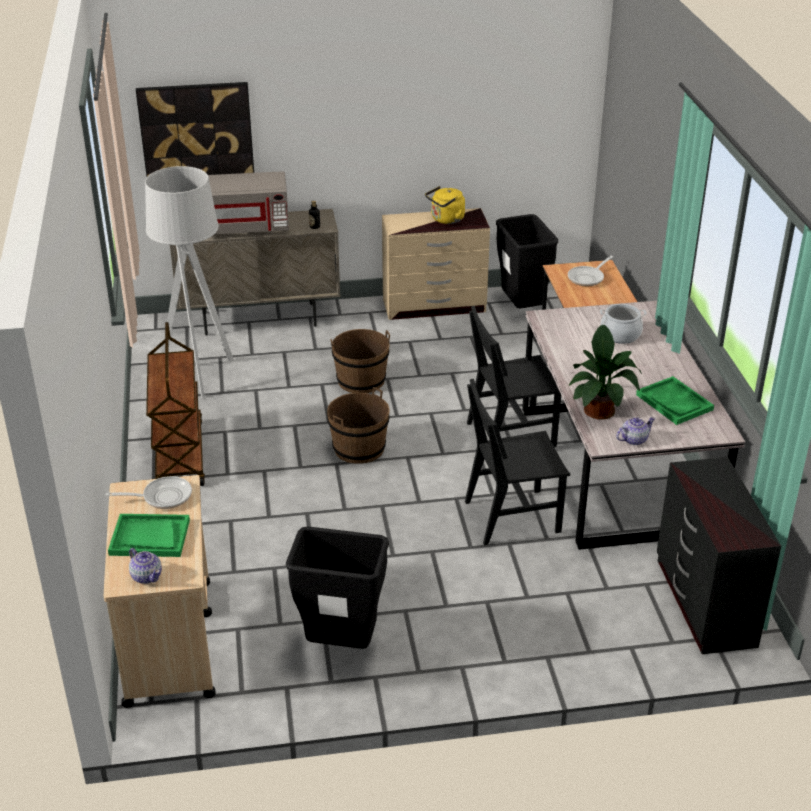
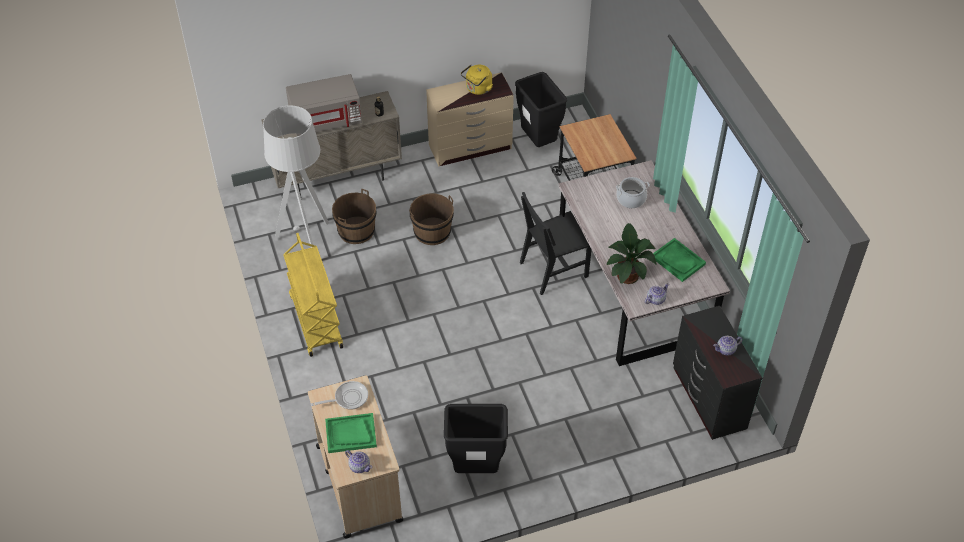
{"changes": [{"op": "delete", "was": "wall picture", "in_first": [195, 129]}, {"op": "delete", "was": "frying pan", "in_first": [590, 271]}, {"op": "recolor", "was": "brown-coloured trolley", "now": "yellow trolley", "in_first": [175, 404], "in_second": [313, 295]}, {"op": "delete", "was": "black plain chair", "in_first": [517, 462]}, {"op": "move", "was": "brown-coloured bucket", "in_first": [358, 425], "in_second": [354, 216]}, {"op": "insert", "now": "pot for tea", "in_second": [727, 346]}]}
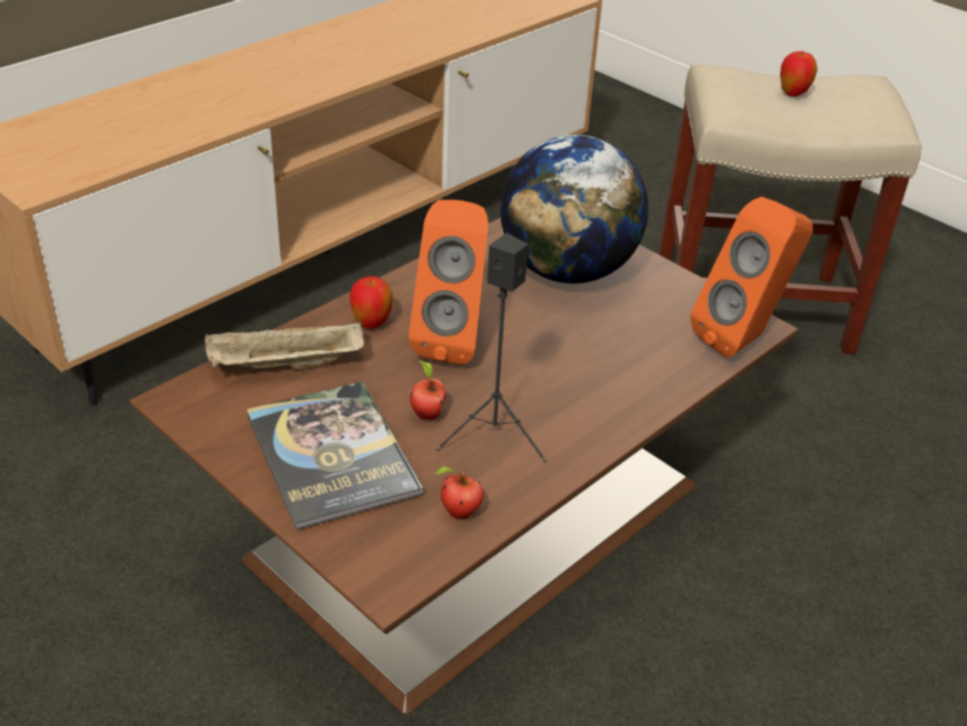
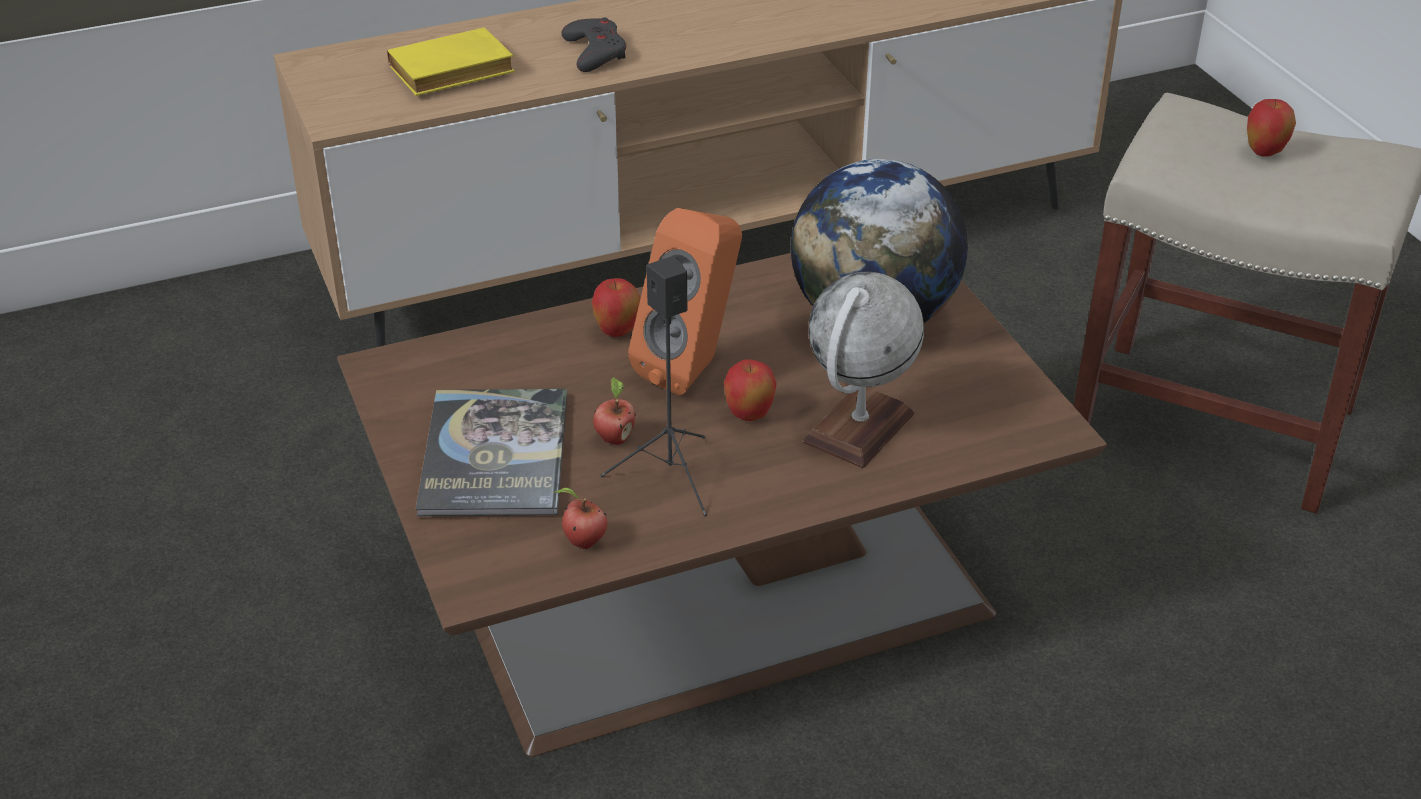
{"changes": [{"op": "delete", "was": "orange-coloured loudspeaker", "in_first": [751, 277]}, {"op": "delete", "was": "beige-coloured carrying tray", "in_first": [284, 346]}, {"op": "insert", "now": "greyish joypad", "in_second": [593, 44]}, {"op": "insert", "now": "yellow bound book", "in_second": [451, 61]}, {"op": "insert", "now": "desk globe", "in_second": [863, 369]}, {"op": "insert", "now": "apple", "in_second": [750, 390]}]}
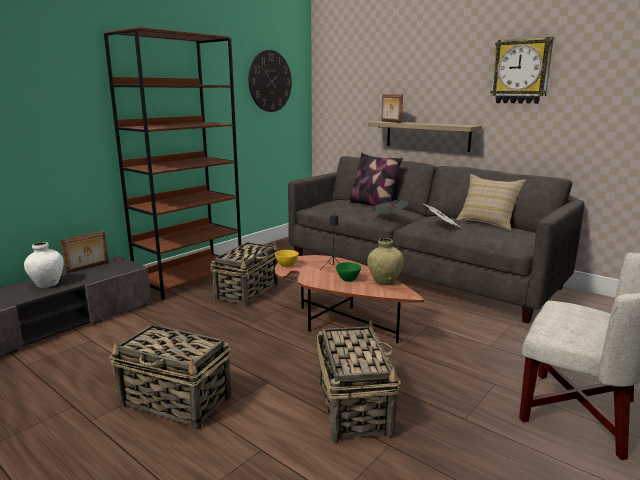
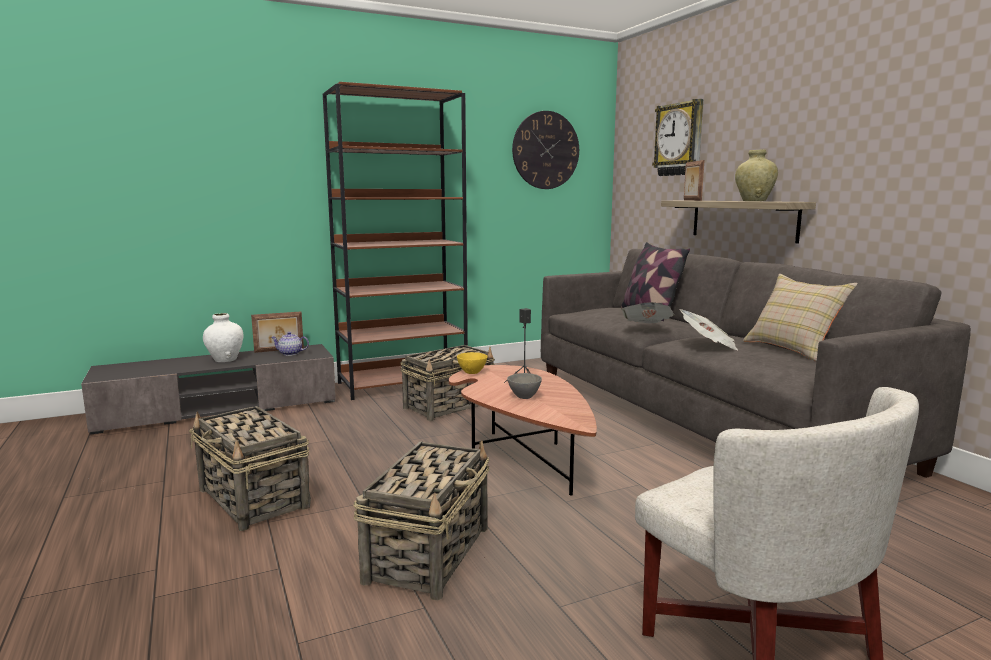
{"changes": [{"op": "move", "was": "clock on the wall", "in_first": [522, 70], "in_second": [677, 137]}, {"op": "move", "was": "beige-coloured decorative vase", "in_first": [385, 261], "in_second": [756, 175]}, {"op": "recolor", "was": "green serving bowl", "now": "greyish serving bowl", "in_first": [348, 272], "in_second": [524, 386]}, {"op": "insert", "now": "pot for tea", "in_second": [290, 344]}]}
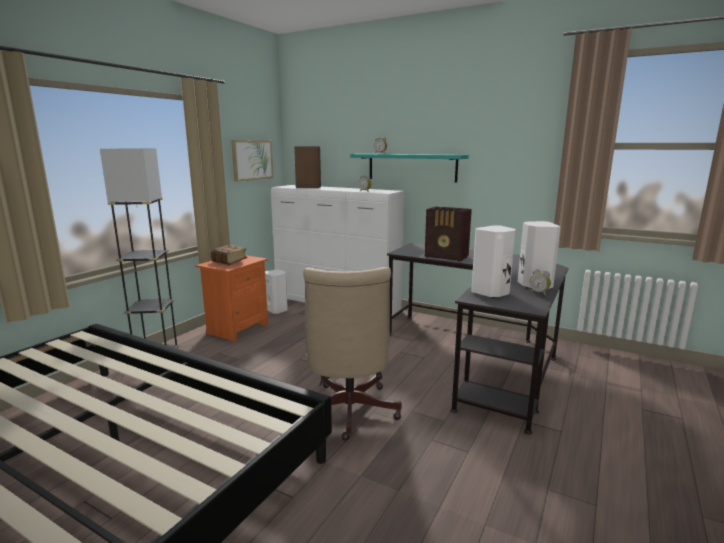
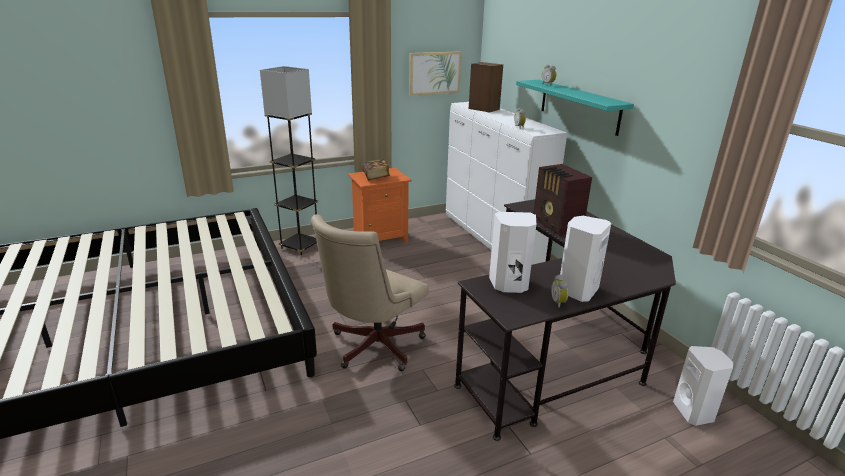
{"changes": [{"op": "move", "was": "white loudspeaker", "in_first": [276, 292], "in_second": [703, 386]}]}
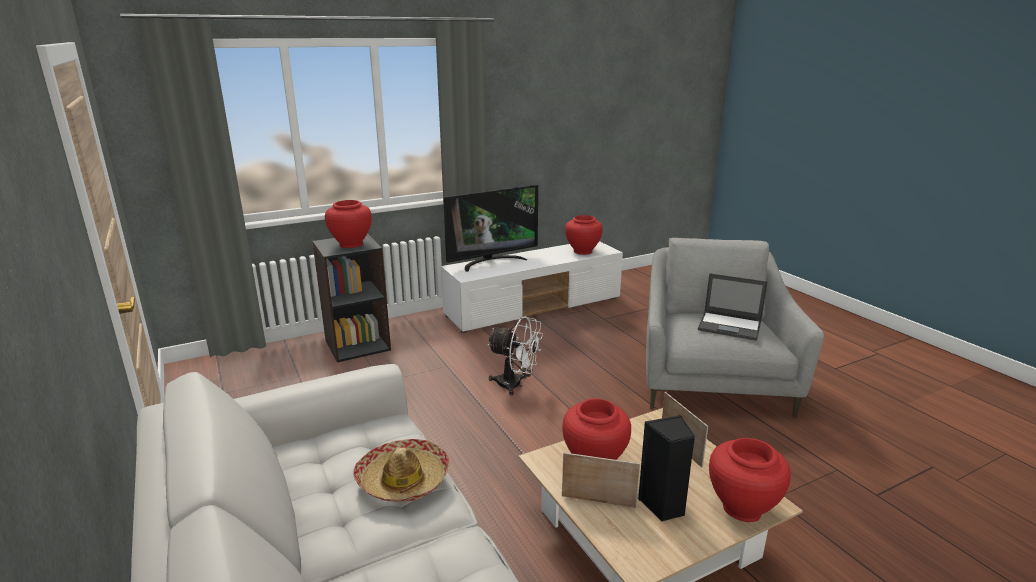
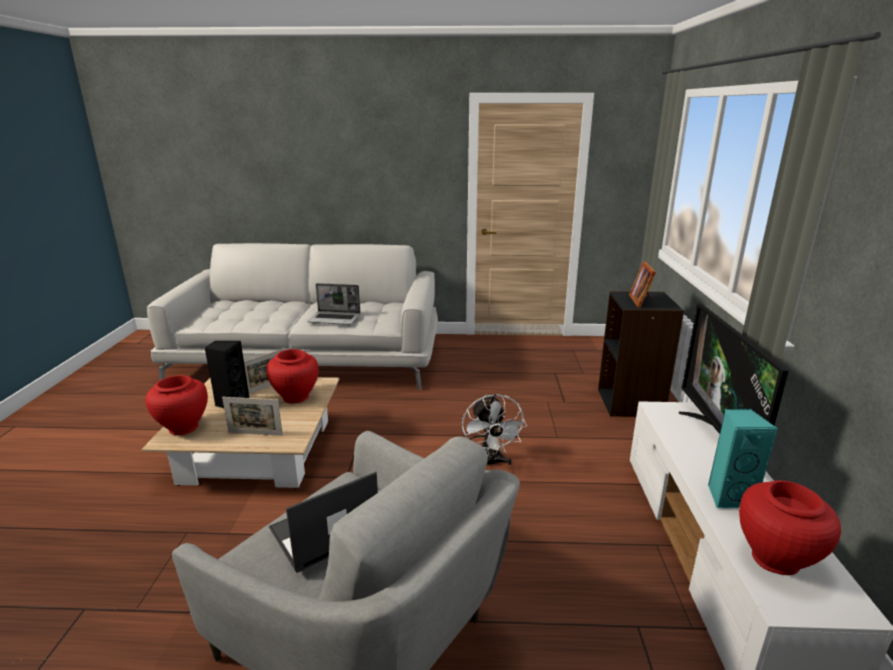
{"changes": [{"op": "replace", "was": "red-coloured decorative vase", "now": "photo frame", "in_first": [348, 224], "in_second": [642, 284]}, {"op": "rotate", "was": "white fan", "in_first": [515, 356], "in_second": [494, 431], "clockwise": -60}, {"op": "replace", "was": "clothing hat", "now": "laptop", "in_first": [401, 470], "in_second": [333, 304]}, {"op": "insert", "now": "blue-green loudspeaker", "in_second": [743, 459]}]}
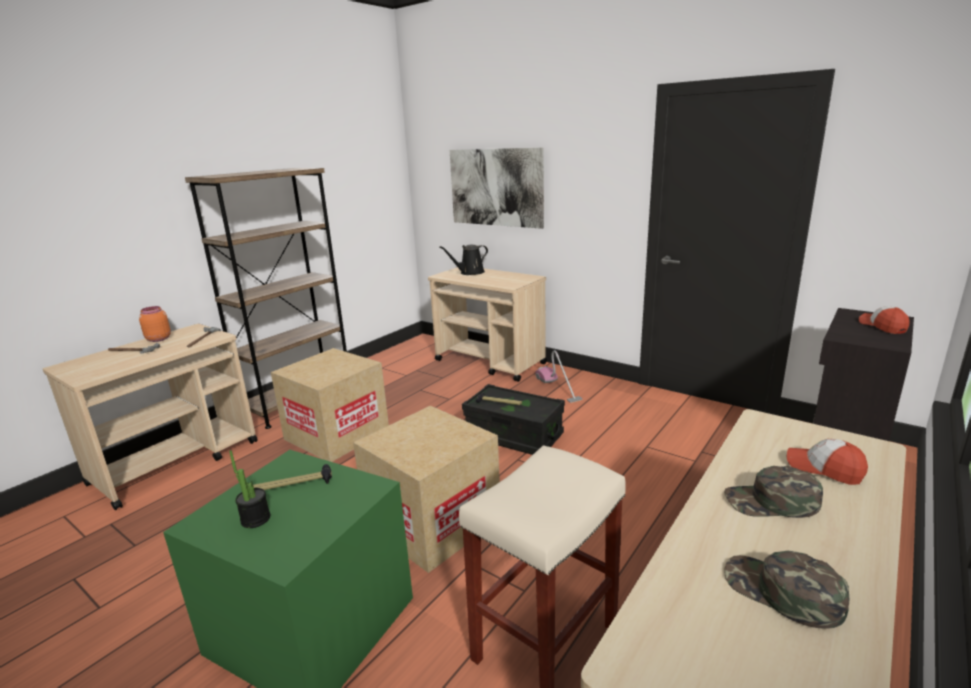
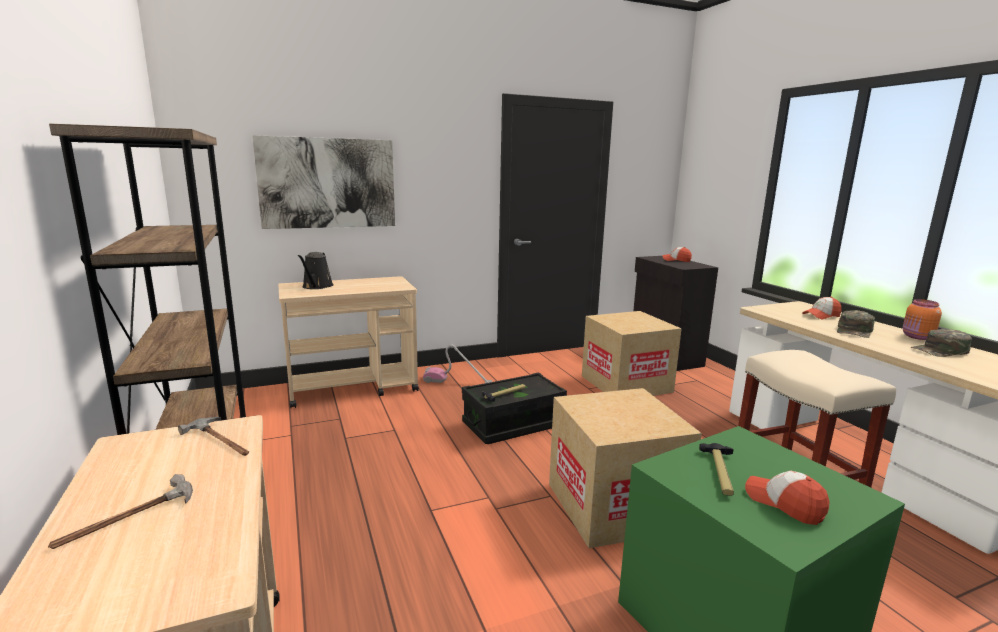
{"changes": [{"op": "move", "was": "orange-coloured jar", "in_first": [155, 324], "in_second": [922, 319]}, {"op": "move", "was": "carton", "in_first": [330, 405], "in_second": [632, 353]}, {"op": "replace", "was": "potted plant", "now": "cap", "in_first": [249, 489], "in_second": [787, 497]}]}
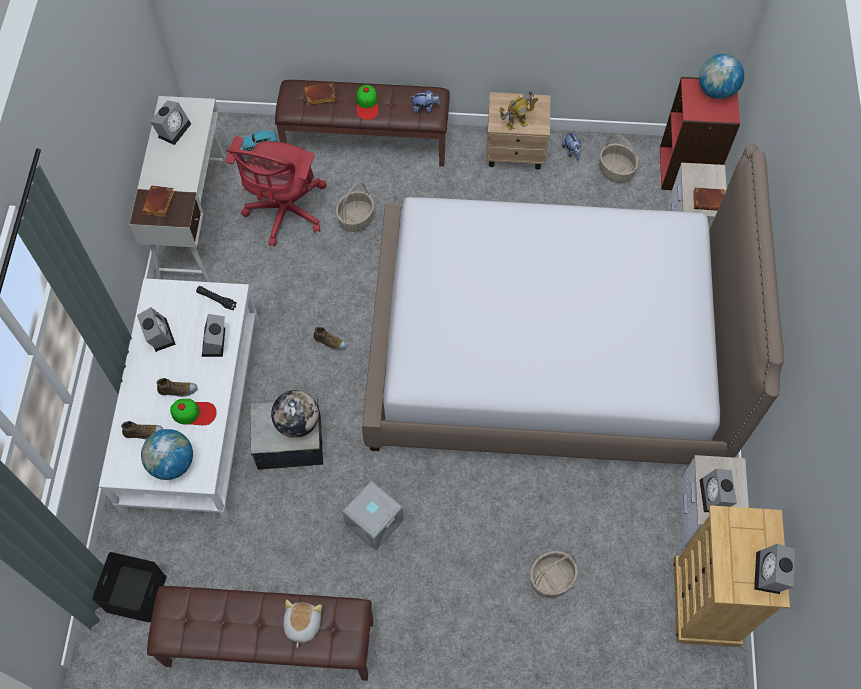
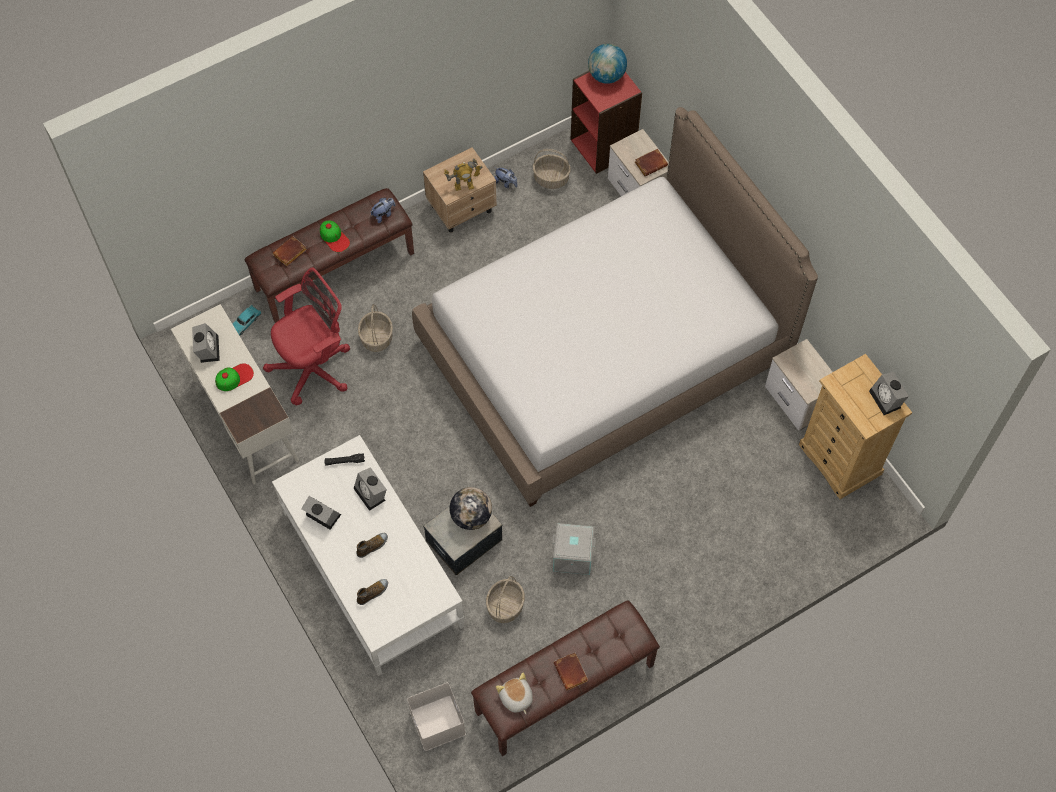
{"changes": [{"op": "rotate", "was": "toy robot", "in_first": [518, 110], "in_second": [463, 174], "clockwise": 45}, {"op": "rotate", "was": "red-coloured desk chair", "in_first": [276, 191], "in_second": [306, 336], "clockwise": -105}, {"op": "move", "was": "brown-coloured bound book", "in_first": [158, 201], "in_second": [570, 671]}, {"op": "delete", "was": "shoe", "in_first": [330, 338]}, {"op": "move", "was": "cap", "in_first": [193, 412], "in_second": [234, 377]}, {"op": "delete", "was": "desk globe", "in_first": [167, 454]}, {"op": "delete", "was": "bedside clock", "in_first": [718, 490]}, {"op": "move", "was": "storage basket", "in_first": [554, 574], "in_second": [505, 599]}, {"op": "recolor", "was": "black storage bin", "now": "white storage bin", "in_first": [129, 587], "in_second": [436, 717]}, {"op": "move", "was": "cuddly toy", "in_first": [302, 624], "in_second": [514, 693]}]}
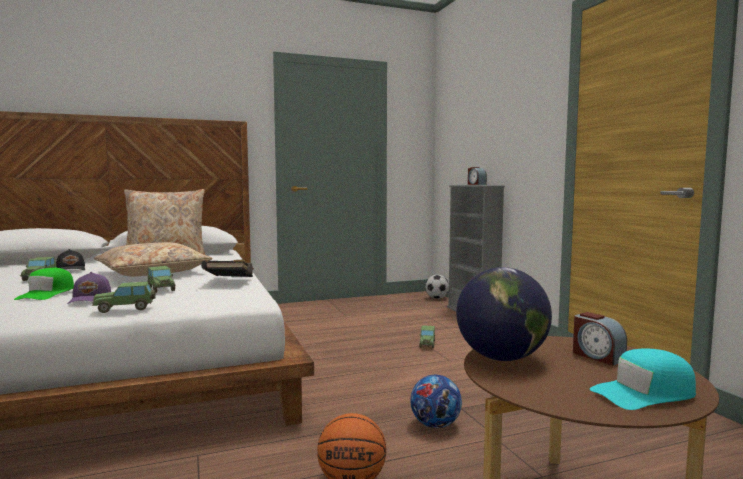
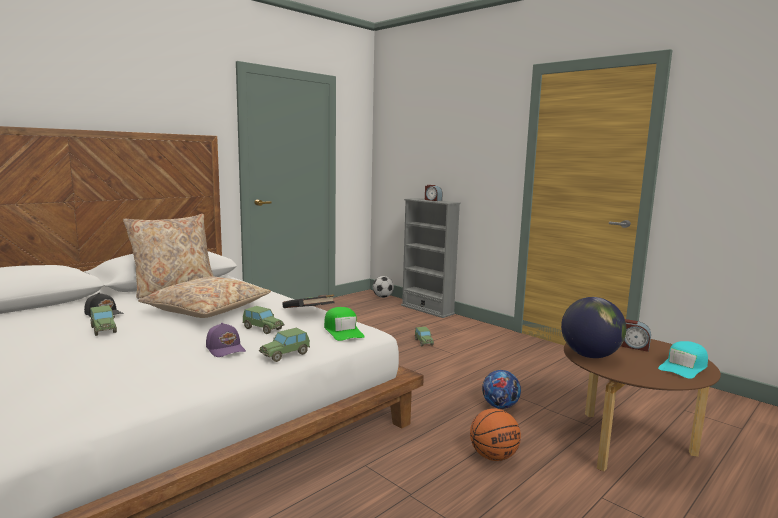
{"changes": [{"op": "move", "was": "green cap", "in_first": [44, 284], "in_second": [344, 324]}]}
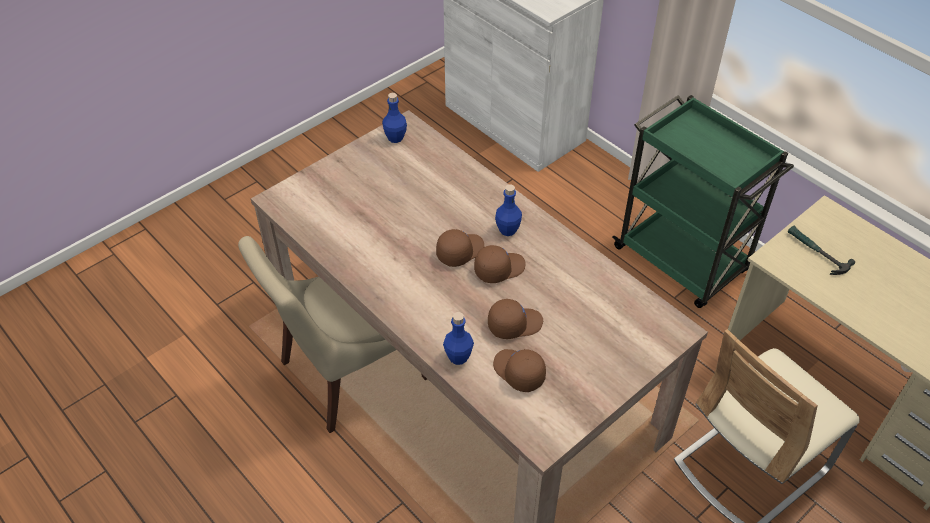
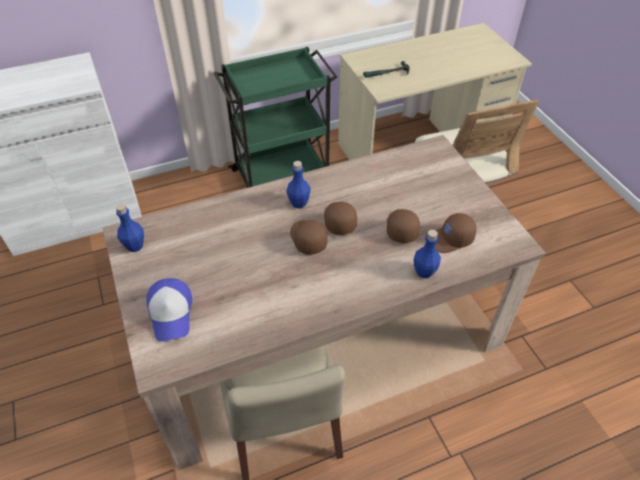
{"changes": [{"op": "insert", "now": "cap", "in_second": [169, 310]}]}
